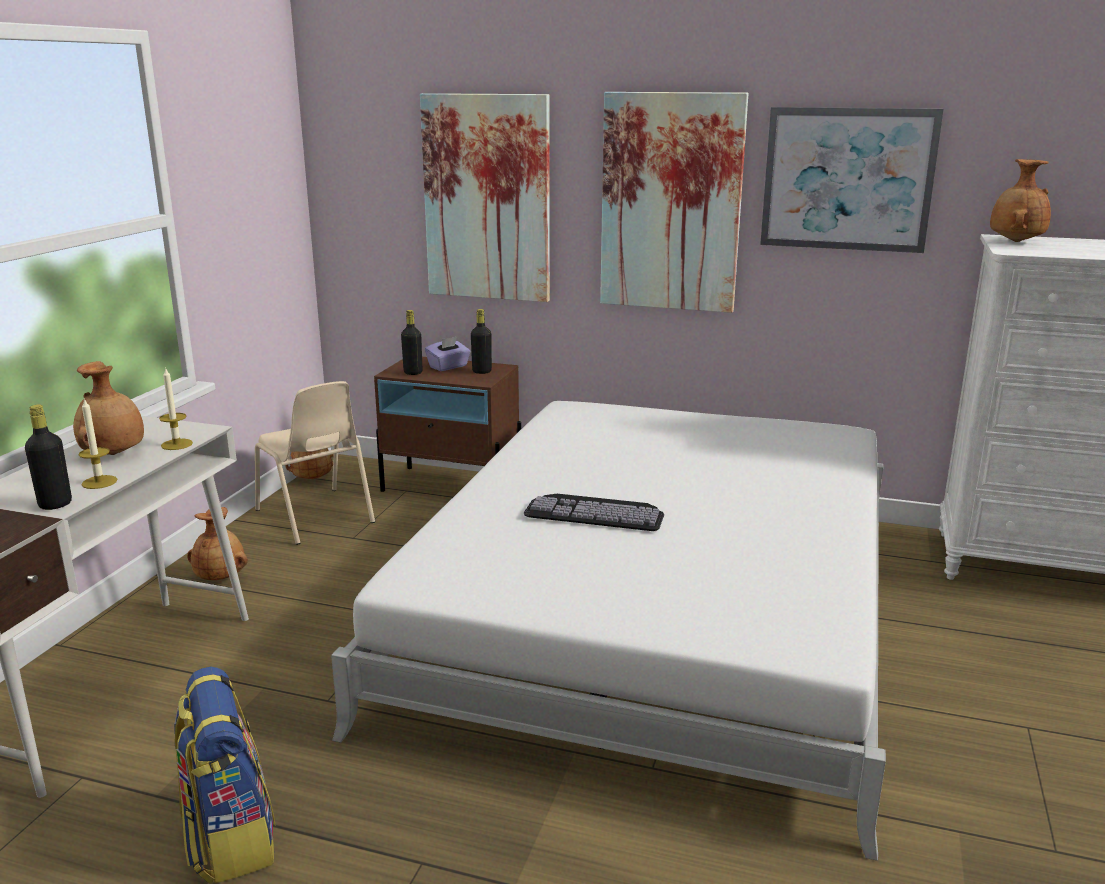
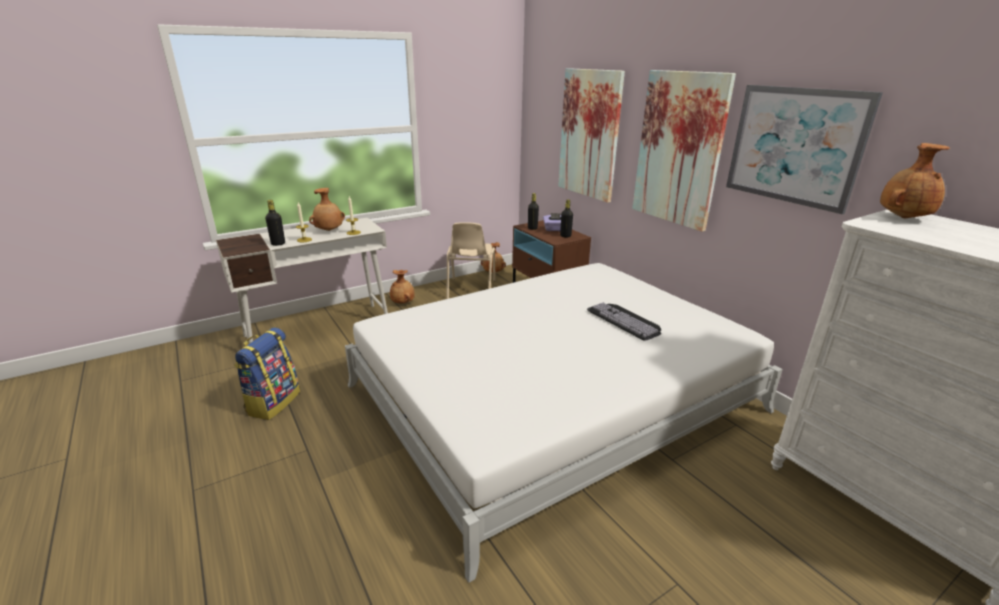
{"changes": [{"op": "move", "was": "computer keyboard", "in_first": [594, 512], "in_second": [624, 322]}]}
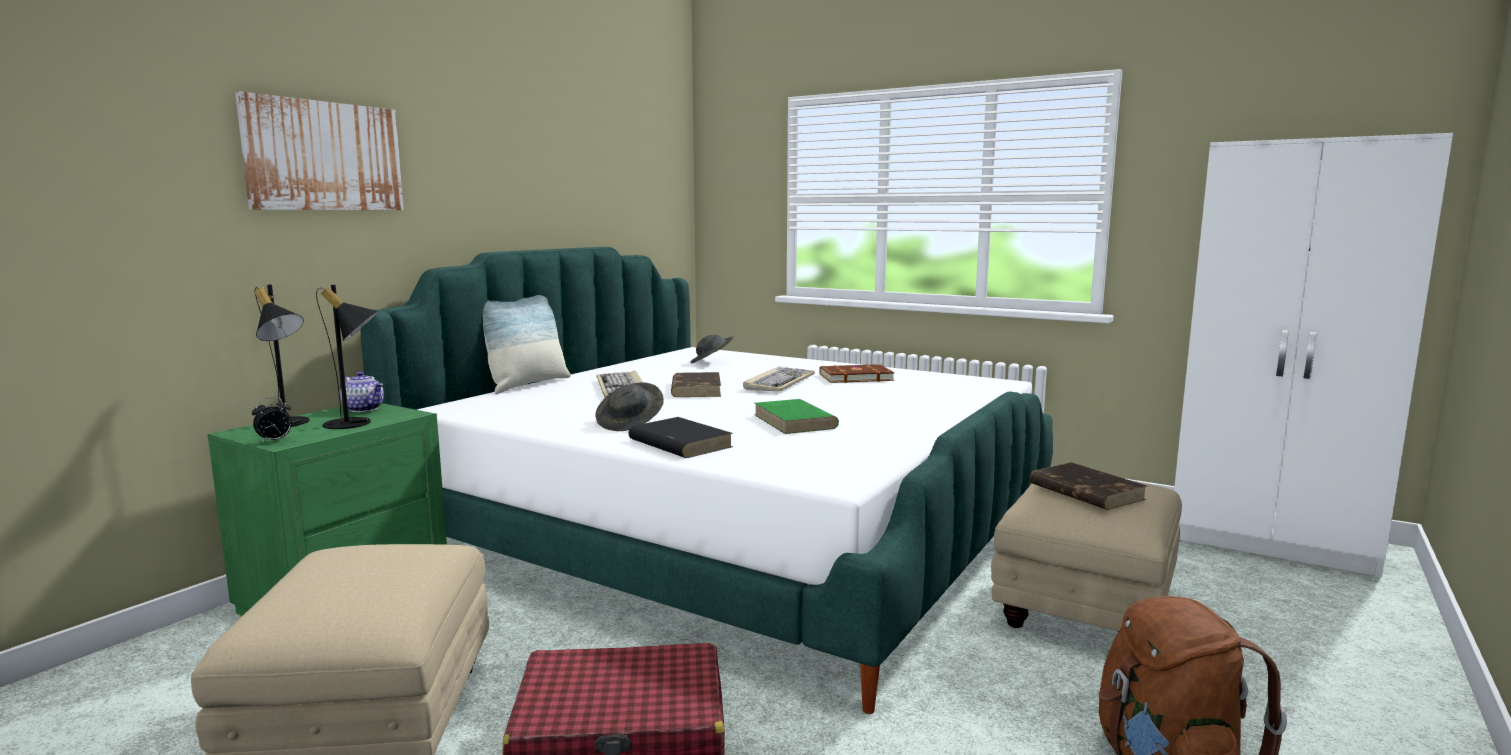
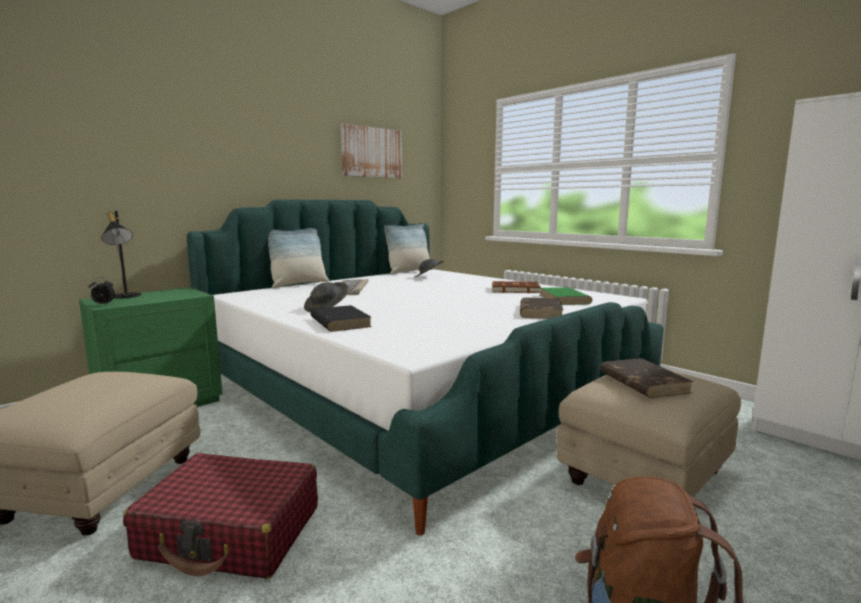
{"changes": [{"op": "move", "was": "wall picture", "in_first": [319, 151], "in_second": [371, 150]}, {"op": "delete", "was": "black tabletop lamp", "in_first": [347, 357]}, {"op": "delete", "was": "computer keyboard", "in_first": [779, 378]}, {"op": "delete", "was": "pot for tea", "in_first": [362, 391]}, {"op": "move", "was": "brown-coloured bound book", "in_first": [696, 384], "in_second": [541, 308]}, {"op": "move", "was": "green bound book", "in_first": [796, 416], "in_second": [565, 296]}, {"op": "insert", "now": "cushion", "in_second": [408, 249]}]}
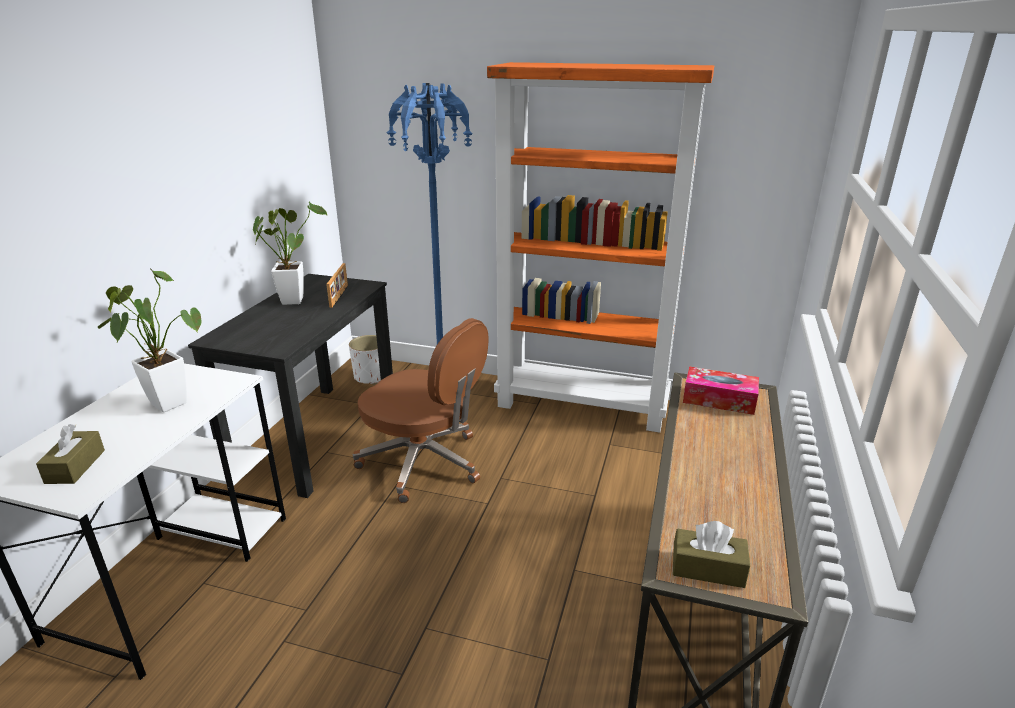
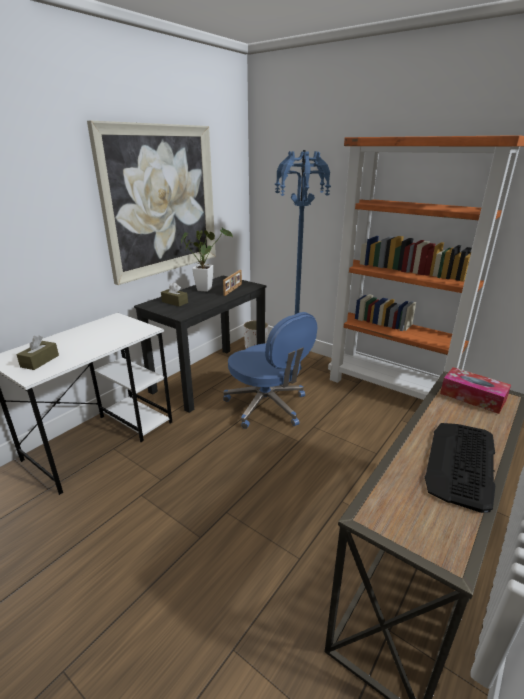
{"changes": [{"op": "delete", "was": "potted plant", "in_first": [149, 340]}, {"op": "recolor", "was": "brown-coloured desk chair", "now": "blue-coloured desk chair", "in_first": [421, 410], "in_second": [270, 370]}, {"op": "move", "was": "brown-coloured tissue holder", "in_first": [711, 554], "in_second": [174, 294]}, {"op": "insert", "now": "wall picture", "in_second": [151, 203]}, {"op": "insert", "now": "computer keyboard", "in_second": [460, 468]}]}
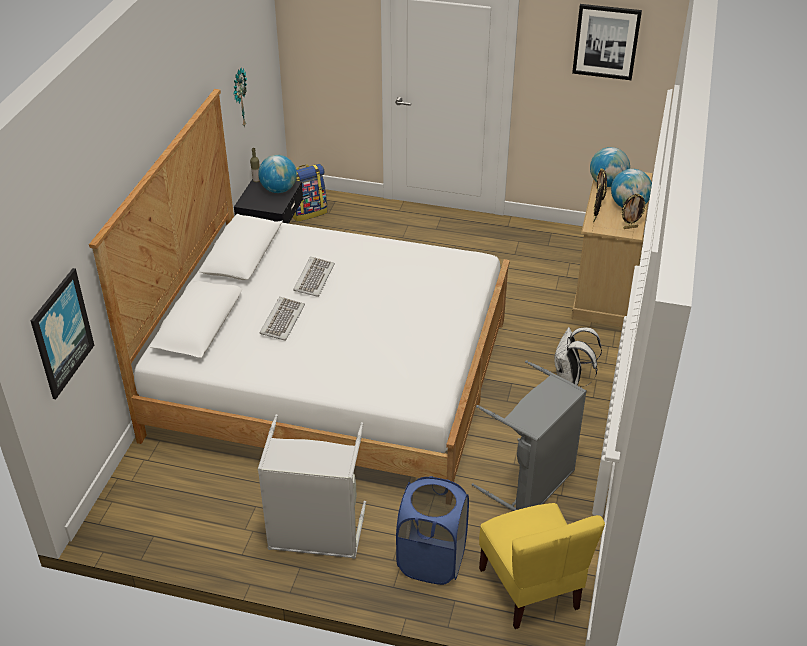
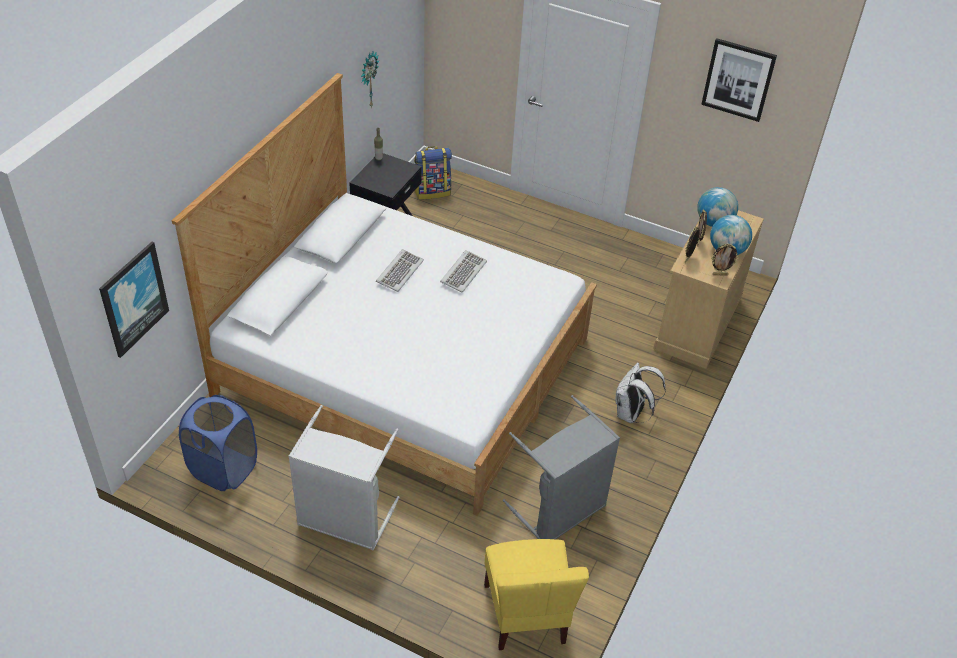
{"changes": [{"op": "delete", "was": "desk globe", "in_first": [277, 174]}, {"op": "move", "was": "computer keyboard", "in_first": [282, 319], "in_second": [463, 271]}, {"op": "move", "was": "blue-coloured laundry basket", "in_first": [432, 530], "in_second": [218, 443]}]}
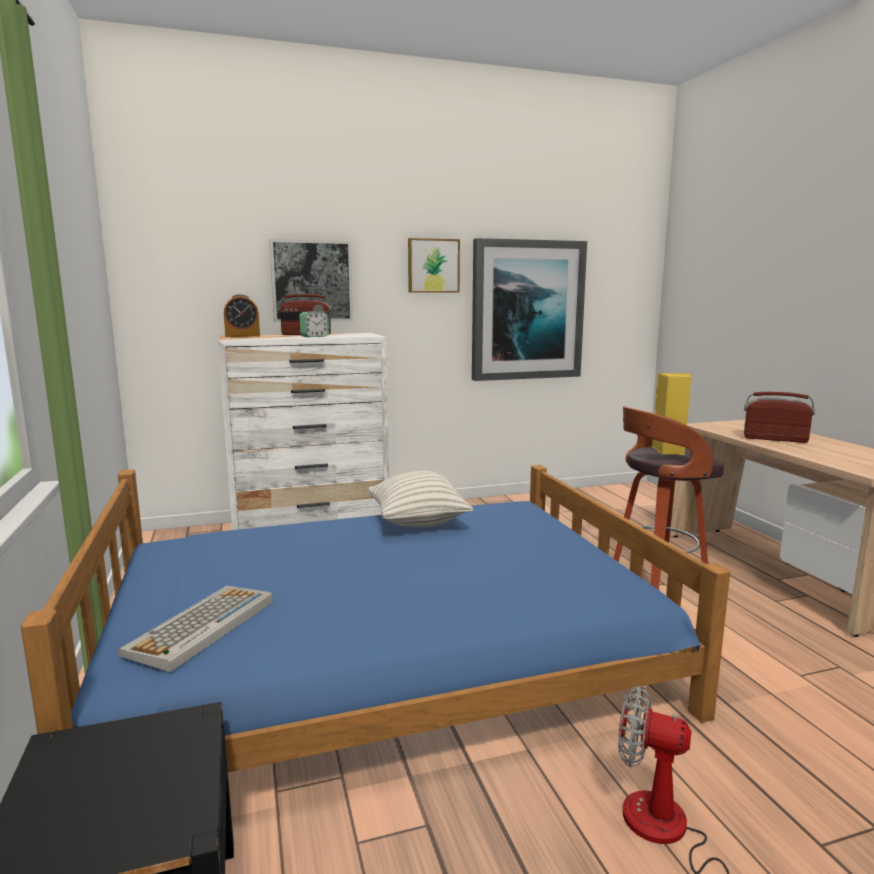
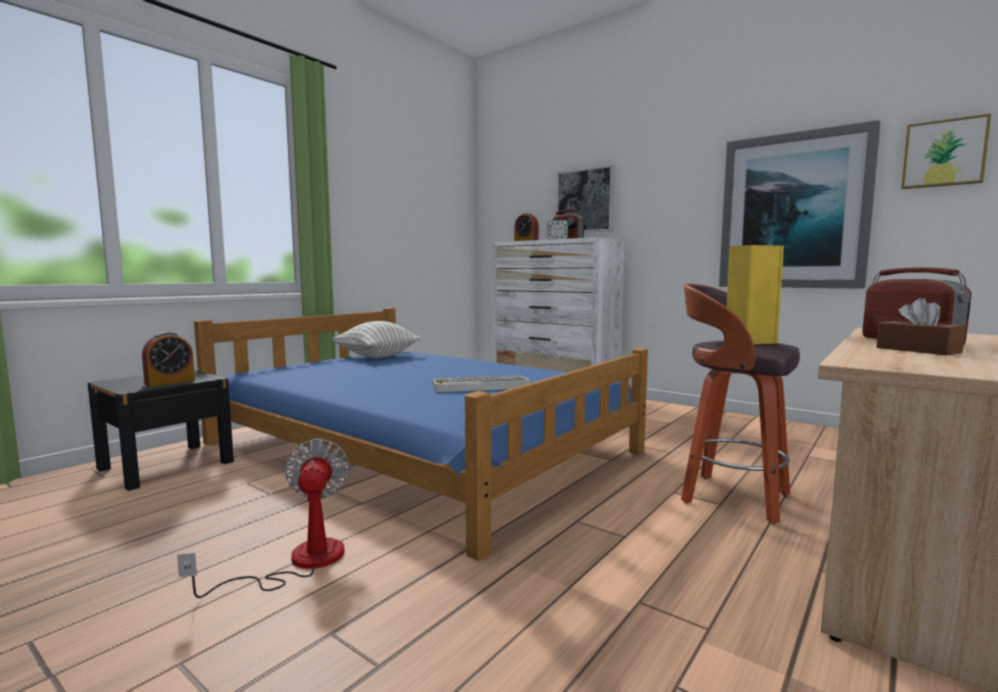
{"changes": [{"op": "move", "was": "wall picture", "in_first": [434, 265], "in_second": [946, 151]}, {"op": "move", "was": "cushion", "in_first": [420, 499], "in_second": [376, 339]}, {"op": "move", "was": "computer keyboard", "in_first": [195, 629], "in_second": [481, 384]}, {"op": "insert", "now": "brown-coloured tissue holder", "in_second": [921, 326]}, {"op": "insert", "now": "bedside clock", "in_second": [168, 359]}]}
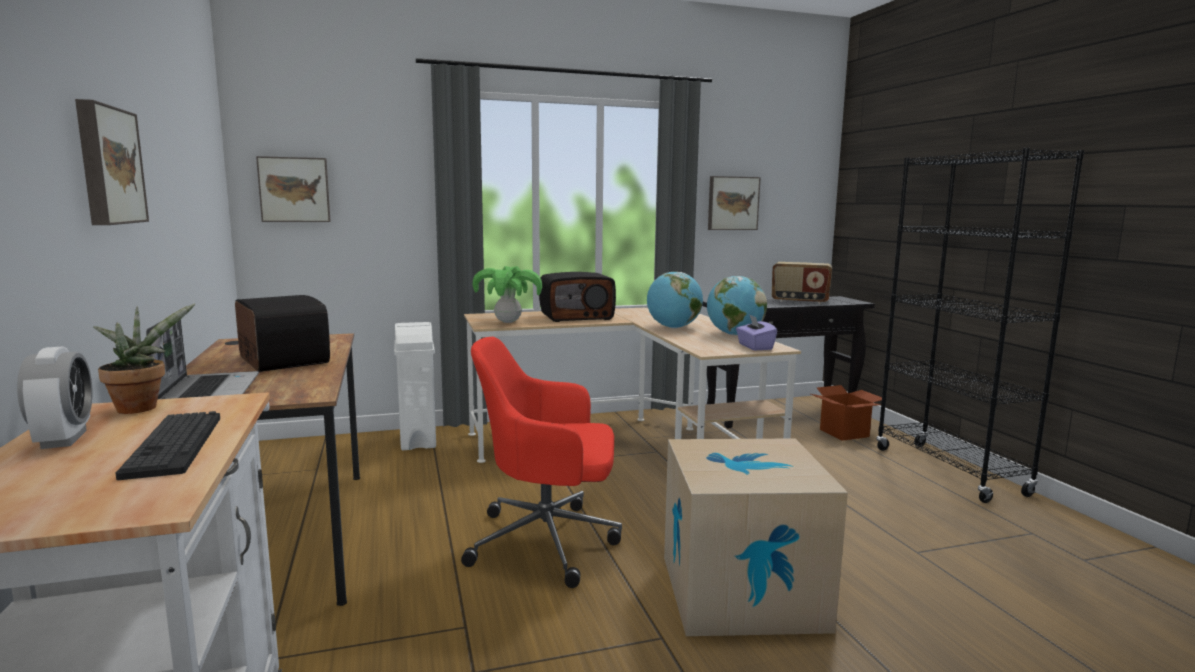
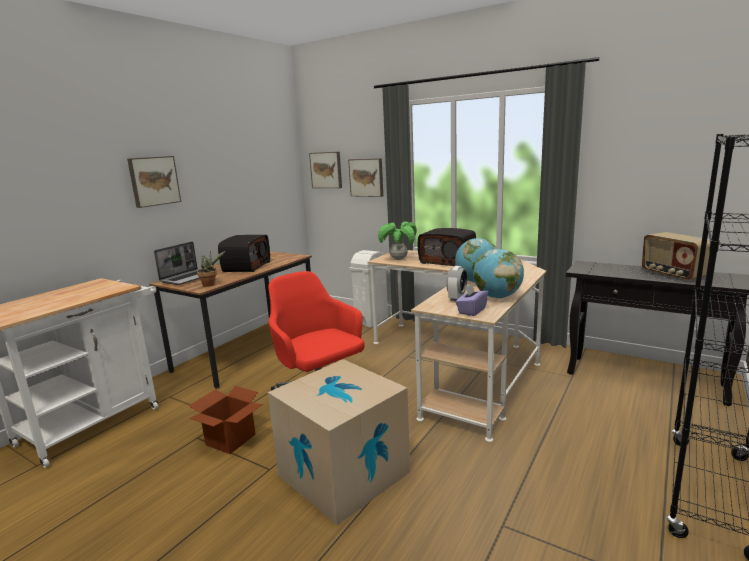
{"changes": [{"op": "move", "was": "wall picture", "in_first": [734, 203], "in_second": [365, 177]}, {"op": "move", "was": "potted plant", "in_first": [144, 359], "in_second": [211, 269]}, {"op": "move", "was": "bedside clock", "in_first": [54, 398], "in_second": [456, 283]}, {"op": "move", "was": "carton", "in_first": [846, 413], "in_second": [225, 420]}, {"op": "delete", "was": "computer keyboard", "in_first": [168, 445]}]}
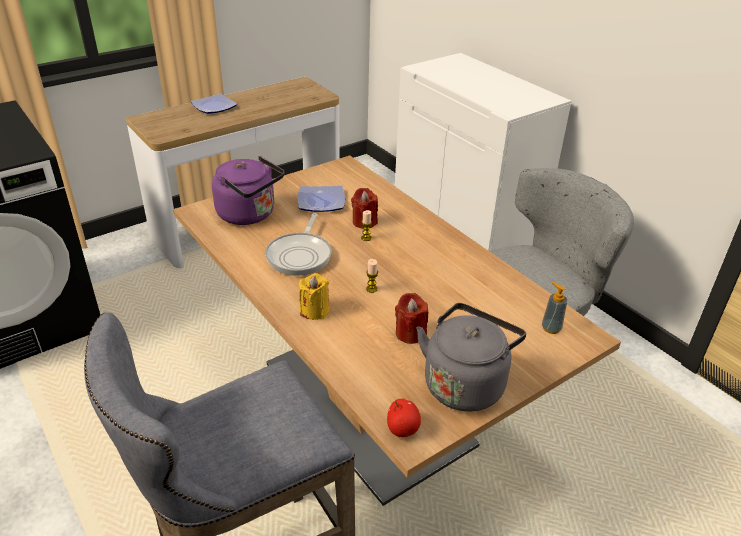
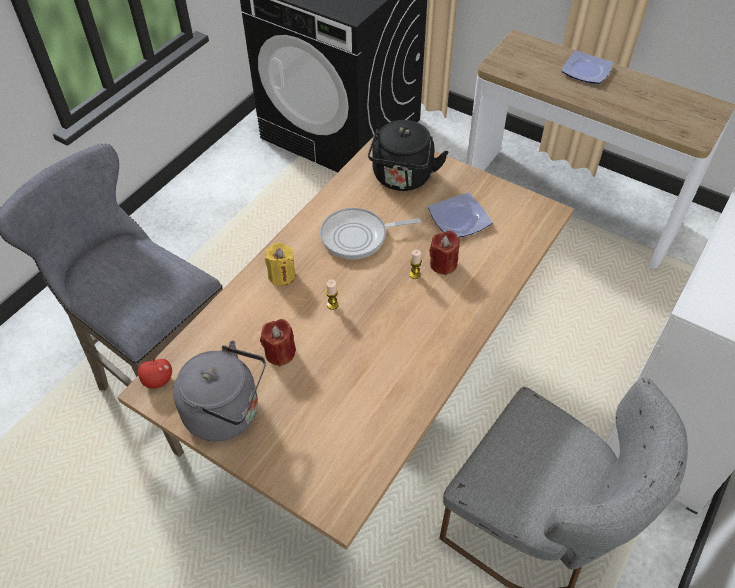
{"changes": [{"op": "recolor", "was": "purplish kettle", "now": "black kettle", "in_first": [248, 190], "in_second": [408, 155]}, {"op": "delete", "was": "soap bottle", "in_first": [554, 308]}]}
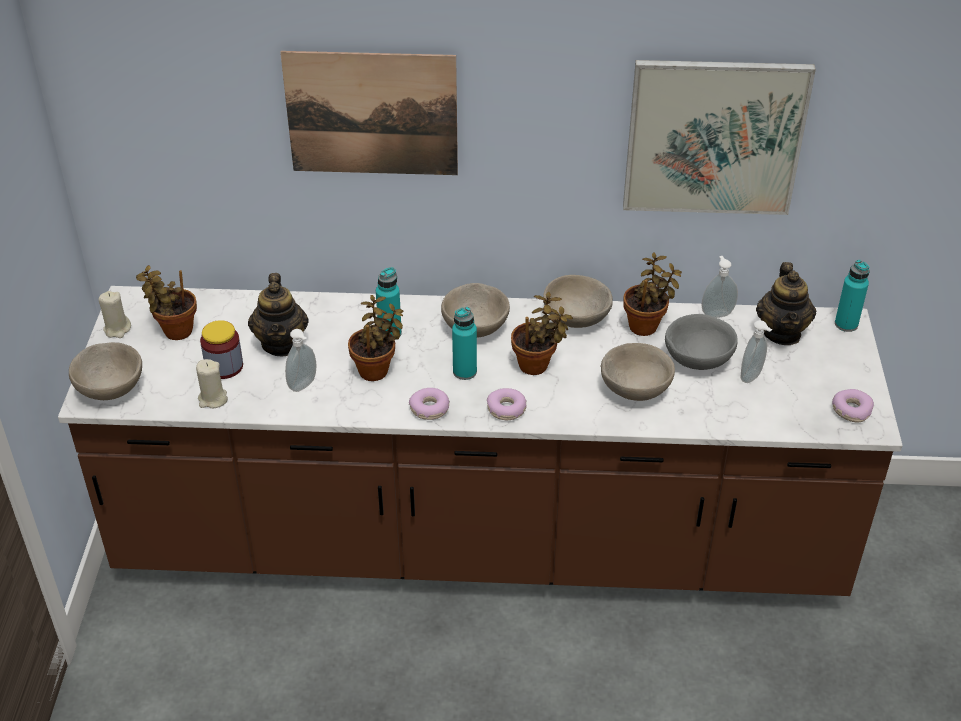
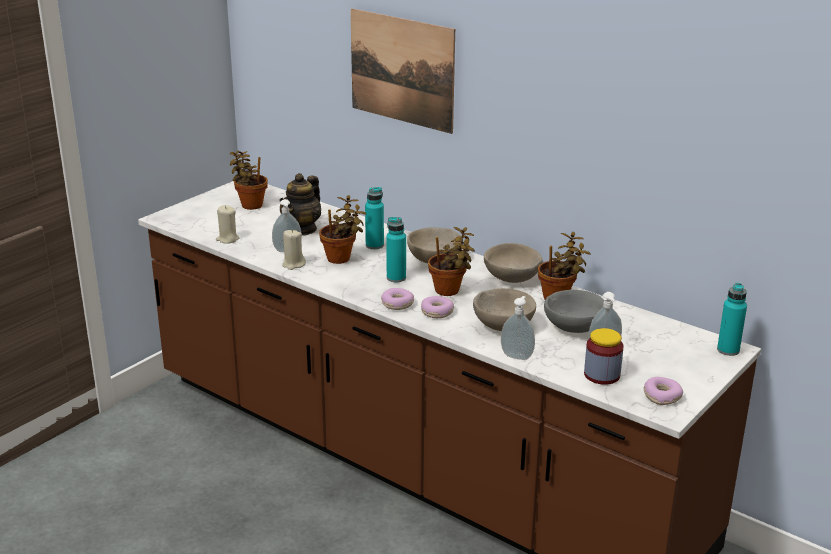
{"changes": [{"op": "delete", "was": "wall picture", "in_first": [719, 137]}, {"op": "move", "was": "soap bottle", "in_first": [719, 287], "in_second": [518, 328]}, {"op": "delete", "was": "pot for tea", "in_first": [786, 303]}, {"op": "move", "was": "beige-coloured wax light", "in_first": [115, 314], "in_second": [294, 250]}, {"op": "move", "was": "jar", "in_first": [221, 349], "in_second": [604, 356]}, {"op": "delete", "was": "beige-coloured serving bowl", "in_first": [105, 371]}, {"op": "move", "was": "ring doughnut", "in_first": [429, 404], "in_second": [437, 307]}]}
